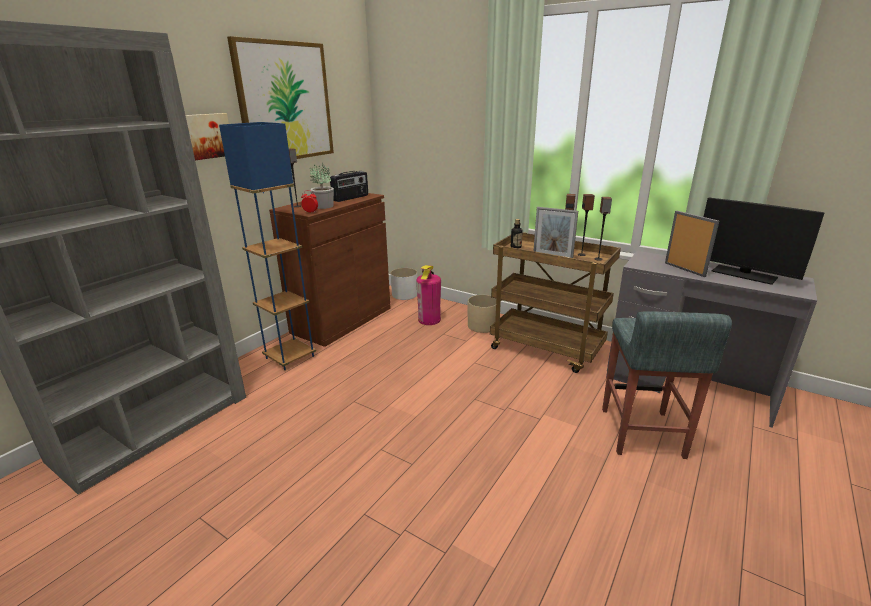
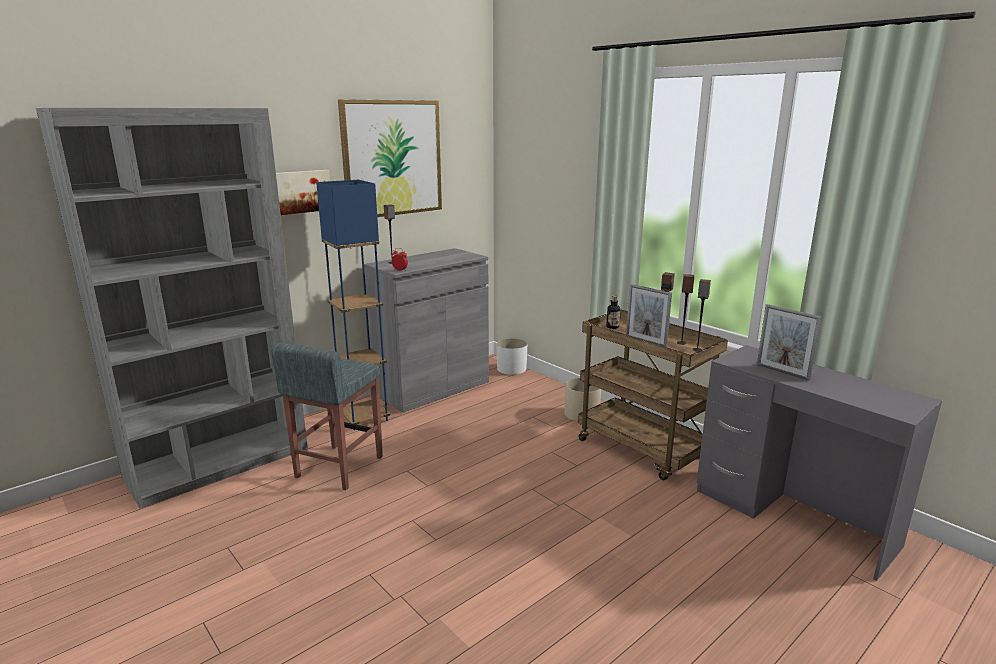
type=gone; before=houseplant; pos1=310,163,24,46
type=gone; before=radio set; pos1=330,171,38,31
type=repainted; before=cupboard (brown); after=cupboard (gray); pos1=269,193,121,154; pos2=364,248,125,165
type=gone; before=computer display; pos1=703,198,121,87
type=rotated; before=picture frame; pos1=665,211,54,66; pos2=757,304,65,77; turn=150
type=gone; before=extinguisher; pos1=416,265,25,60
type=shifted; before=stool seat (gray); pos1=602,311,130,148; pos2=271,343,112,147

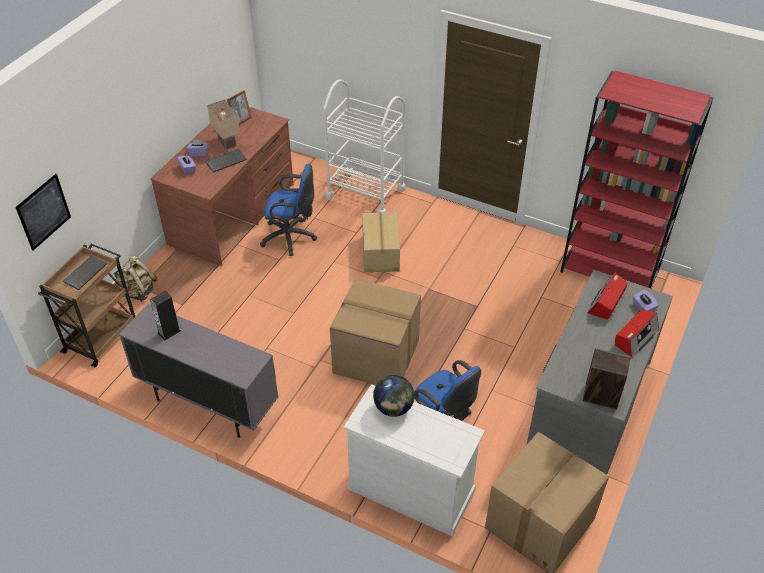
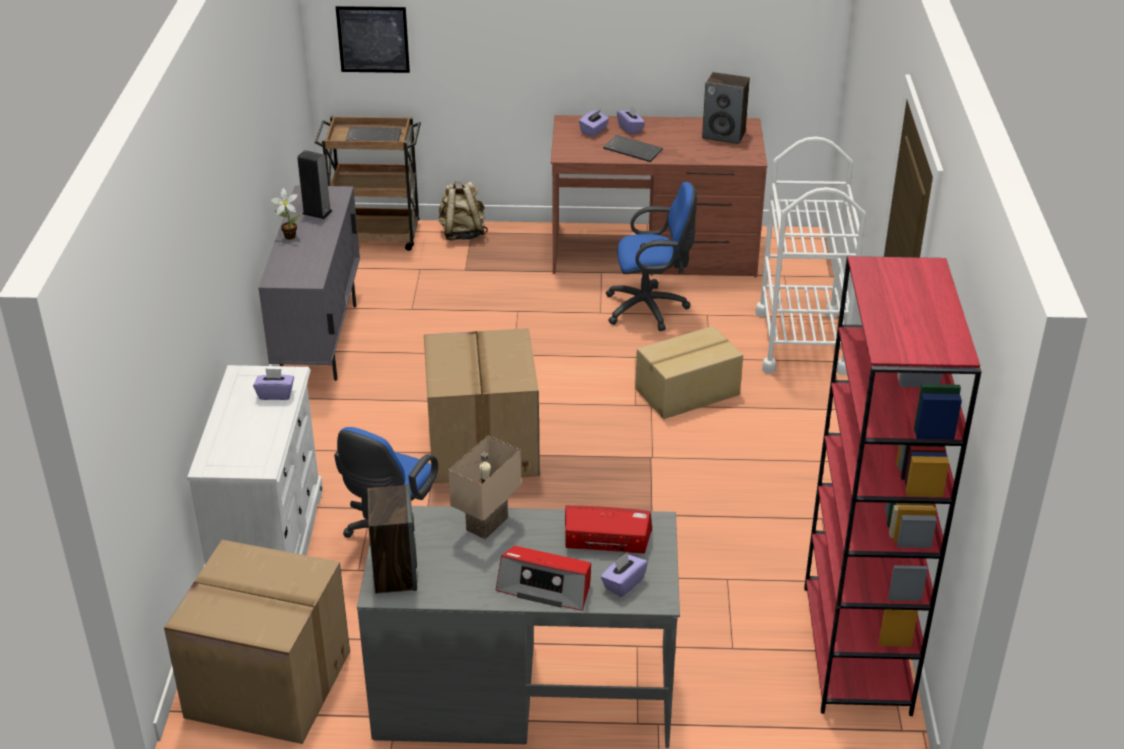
type=swapped; before=picture frame; after=audio speaker; pos1=226,90,26,35; pos2=702,72,48,72
type=shifted; before=lamp for a table (sand-coloured); pos1=207,99,33,50; pos2=448,436,73,104
type=rotated; before=desk chair (blue); pos1=260,164,57,92; pos2=606,182,91,149; turn=-75
type=swapped; before=desk globe; after=tissue box (purple-coloured); pos1=373,375,42,42; pos2=253,368,41,32
type=new; after=houseplant; pos2=271,188,29,52

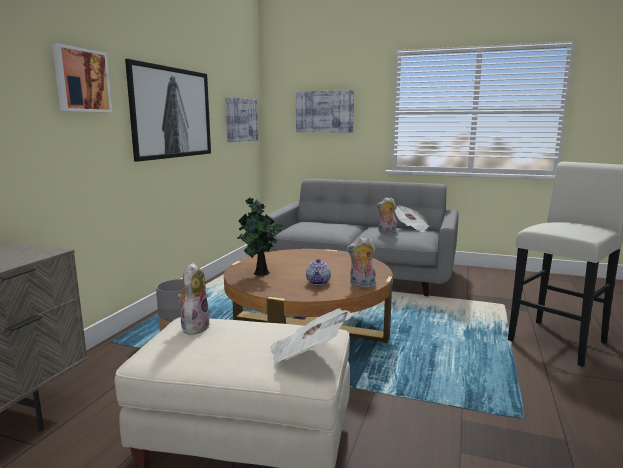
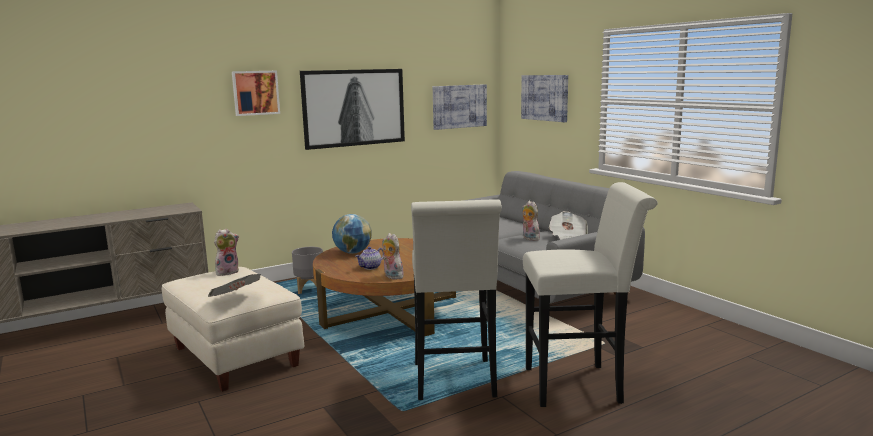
type=swapped; before=houseplant; after=desk globe; pos1=237,198,46,78; pos2=332,214,40,40
type=new; after=stool seat (white); pos2=411,199,91,201

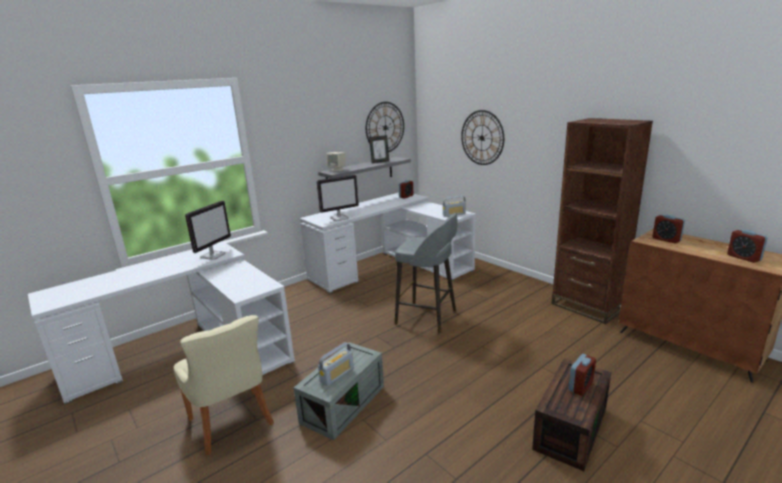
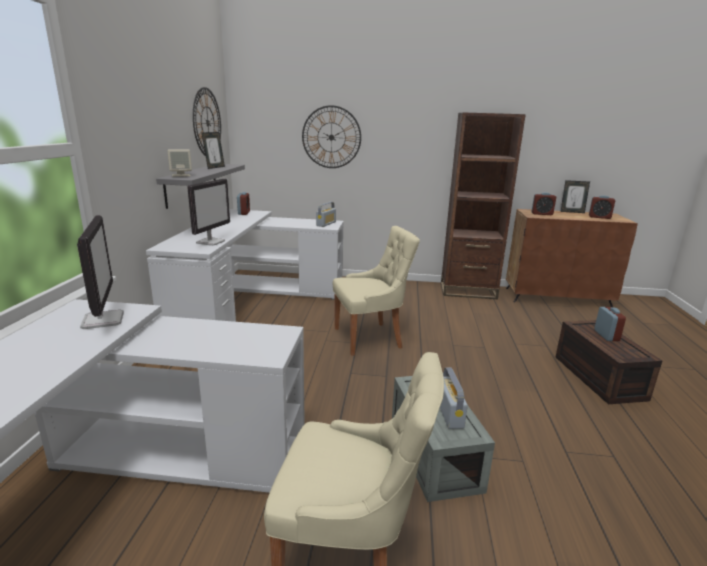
type=swapped; before=stool seat (gray); after=plain chair (sand-coloured); pos1=395,213,63,121; pos2=333,226,87,130
type=new; after=picture frame; pos2=561,180,29,33

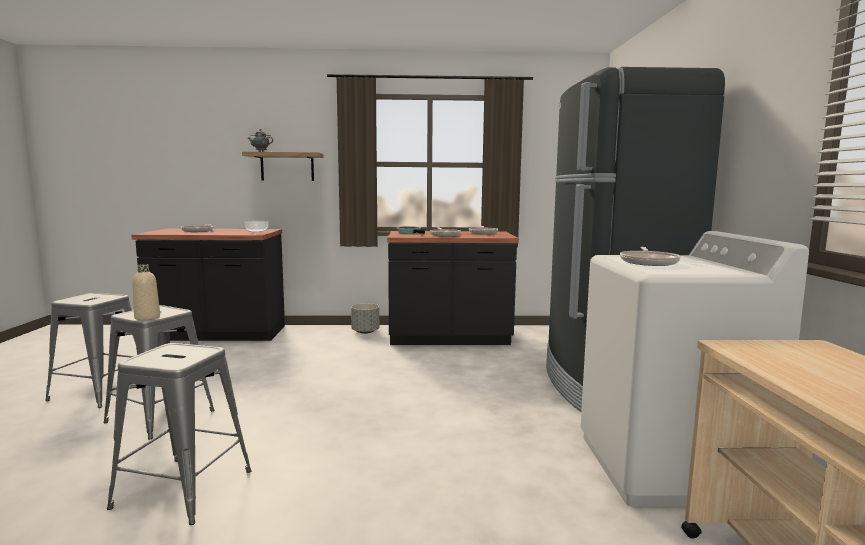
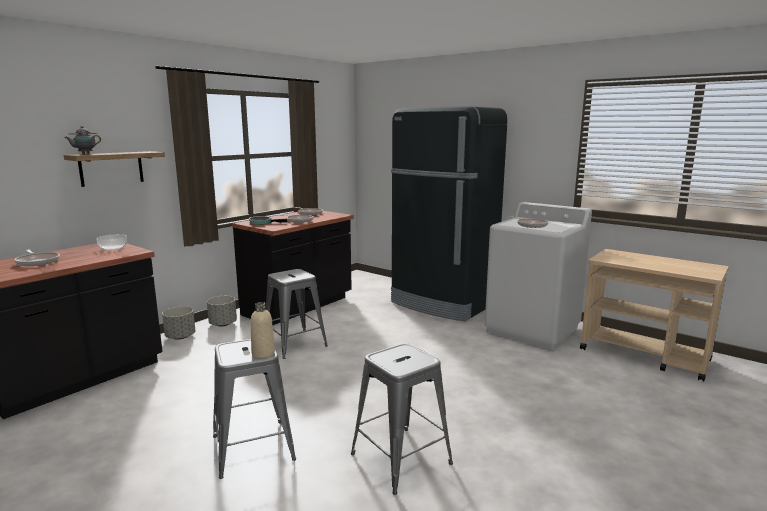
type=shifted; before=stool seat (gray); pos1=45,293,91,115; pos2=266,269,62,90
type=new; after=planter (gray); pos2=162,306,33,34

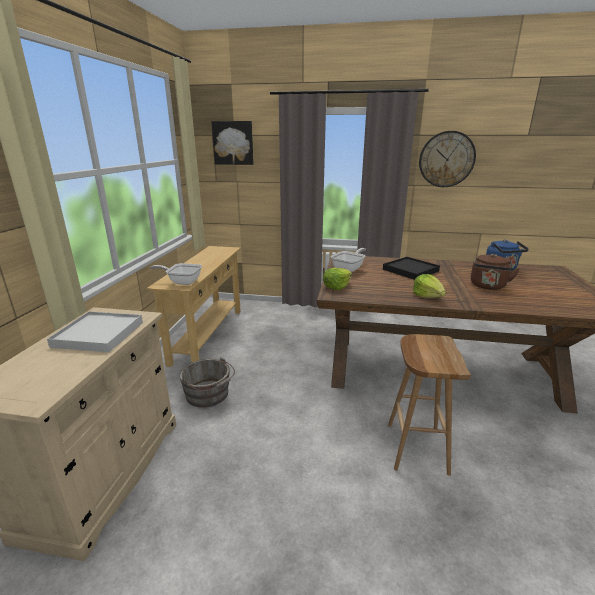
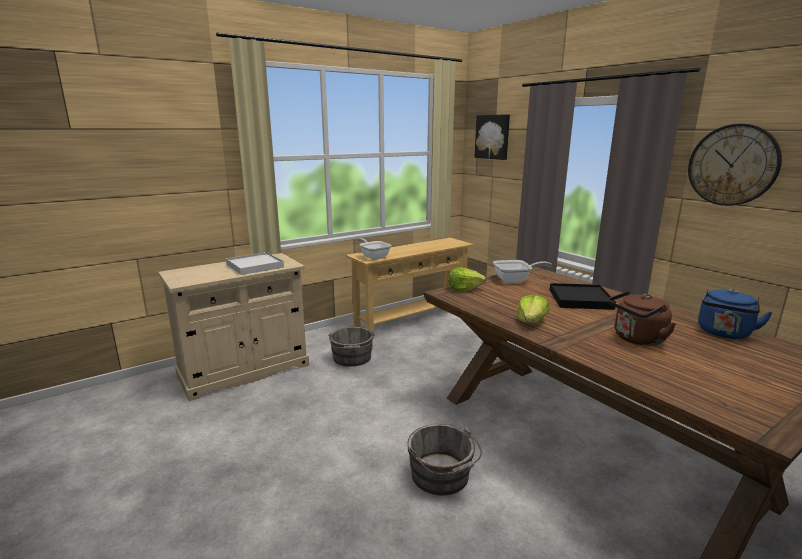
type=swapped; before=stool seat (brown); after=pail (gray); pos1=388,334,83,142; pos2=407,424,75,72

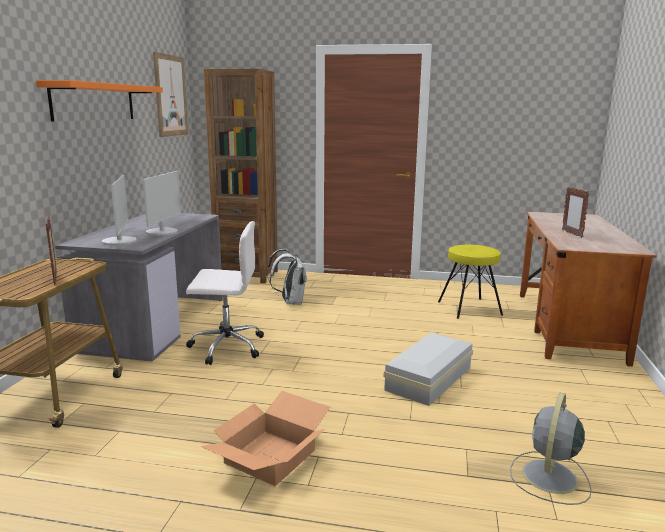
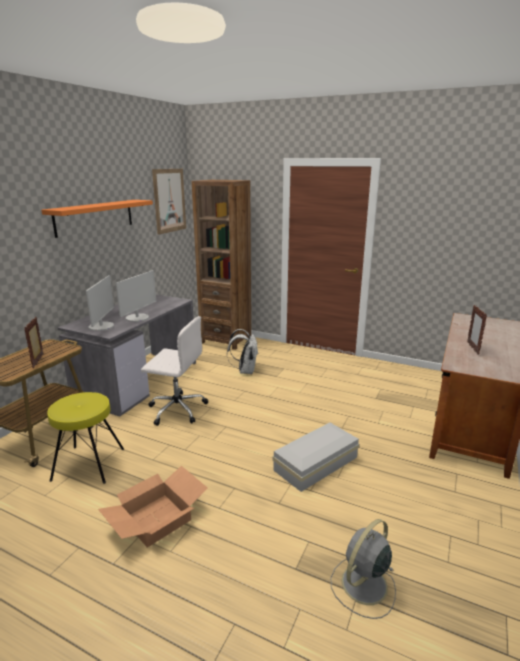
type=shifted; before=stool seat (yellowish); pos1=438,245,65,74; pos2=47,392,77,92

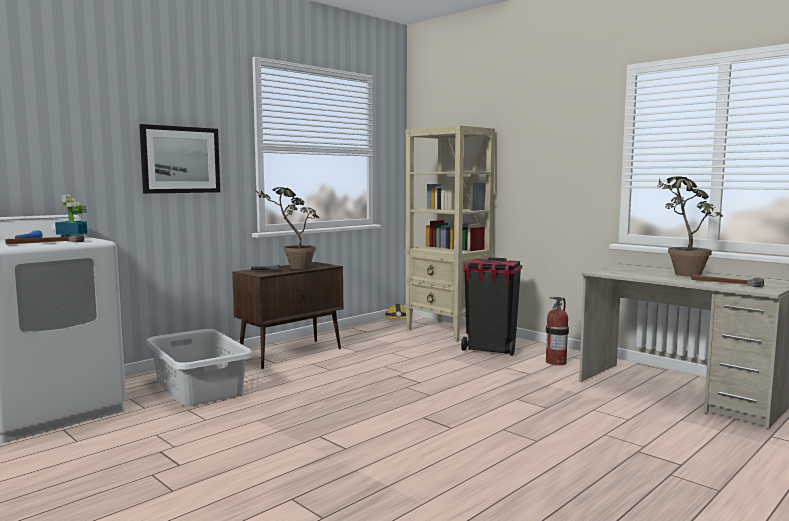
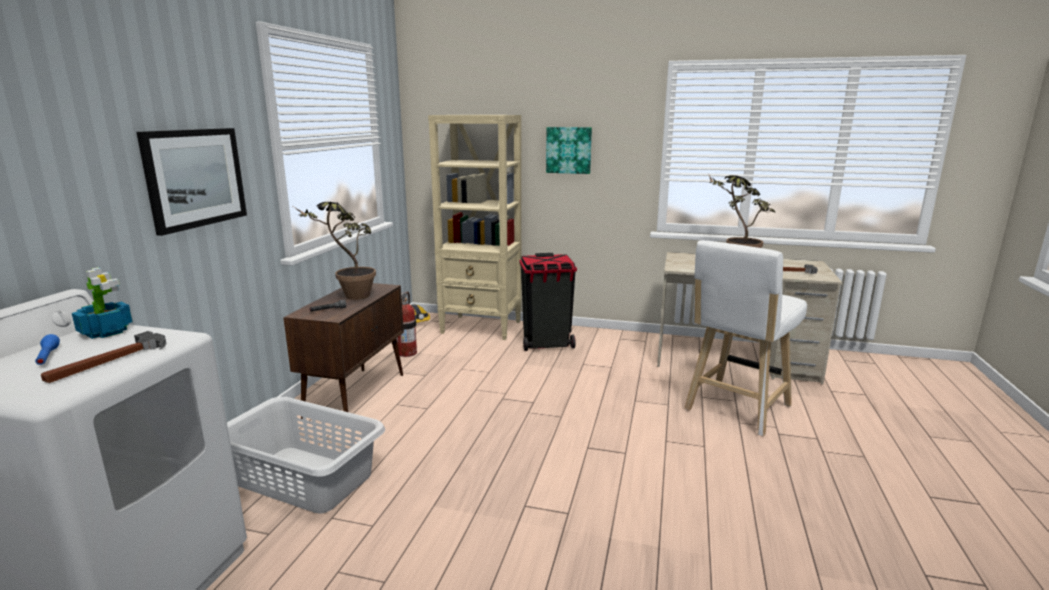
type=shifted; before=extinguisher; pos1=546,297,23,68; pos2=397,291,20,66
type=new; after=wall picture; pos2=546,127,46,47
type=new; after=stool seat (white); pos2=684,240,123,196

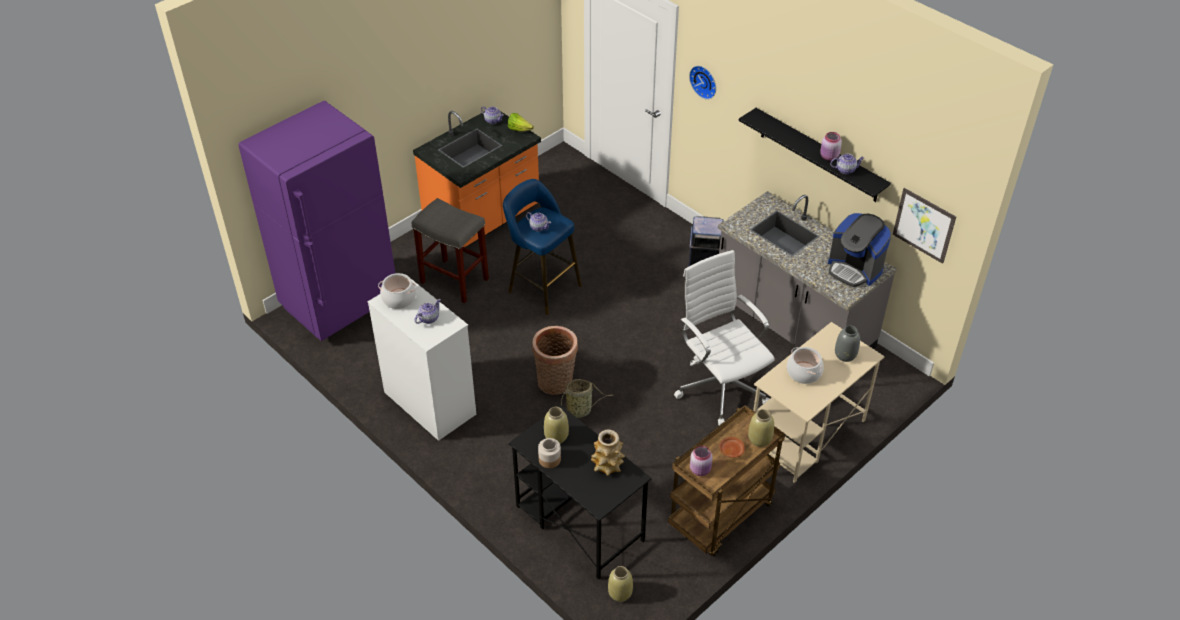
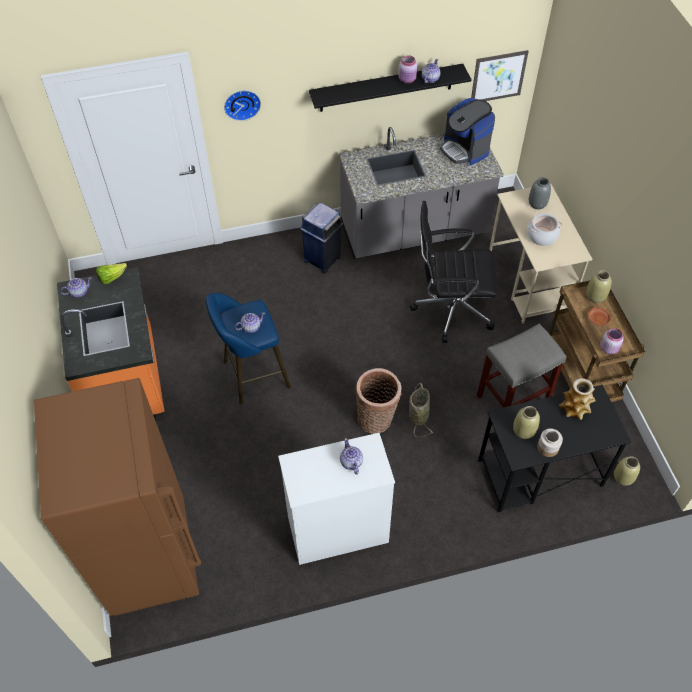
type=repainted; before=kitchen fridge (purple-coloured); after=kitchen fridge (brown); pos1=238,101,157,240; pos2=34,378,167,238
type=shifted; before=stool seat (gray); pos1=412,198,77,105; pos2=477,323,89,84
type=rotated; before=coffee brewer; pos1=828,213,63,74; pos2=440,98,55,67; turn=75
type=repainted; before=desk chair (white); after=desk chair (black-coloured); pos1=674,250,101,175; pos2=410,201,87,142
type=gone; before=saucepot; pos1=378,273,39,36

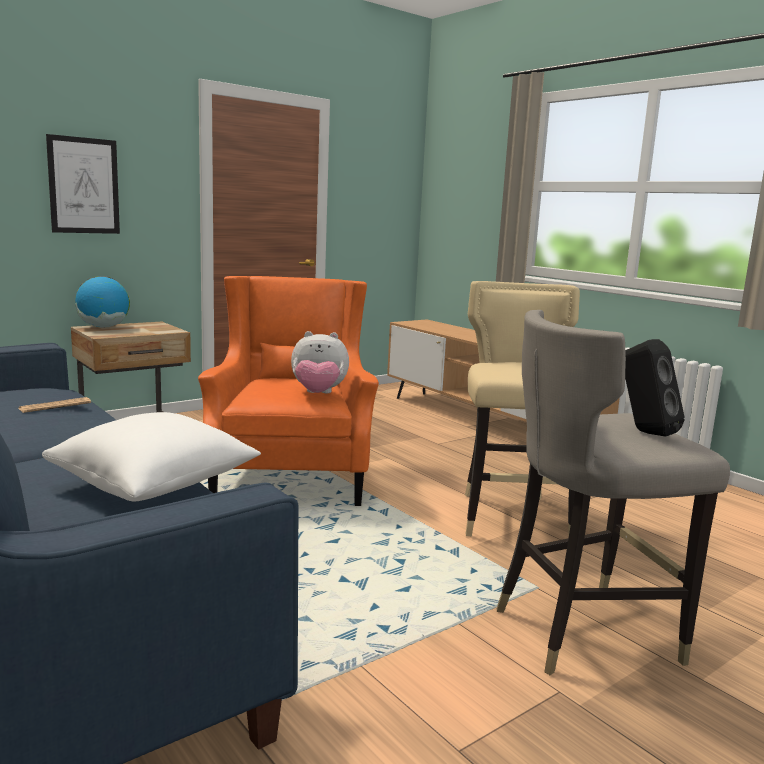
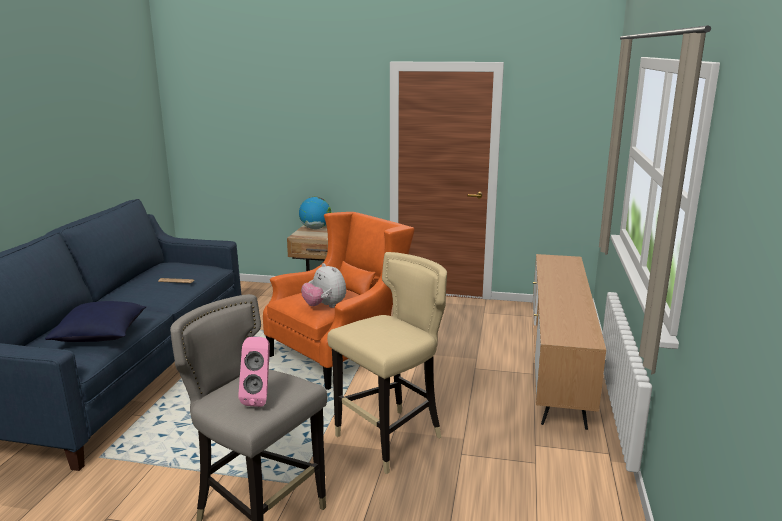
type=gone; before=wall picture; pos1=46,134,74,100
type=repainted; before=audio speaker (black-coloured); after=audio speaker (pink-coloured); pos1=625,339,60,98; pos2=238,337,32,70
type=repainted; before=pillow (white); after=pillow (blue); pos1=42,412,219,89; pos2=45,301,101,41

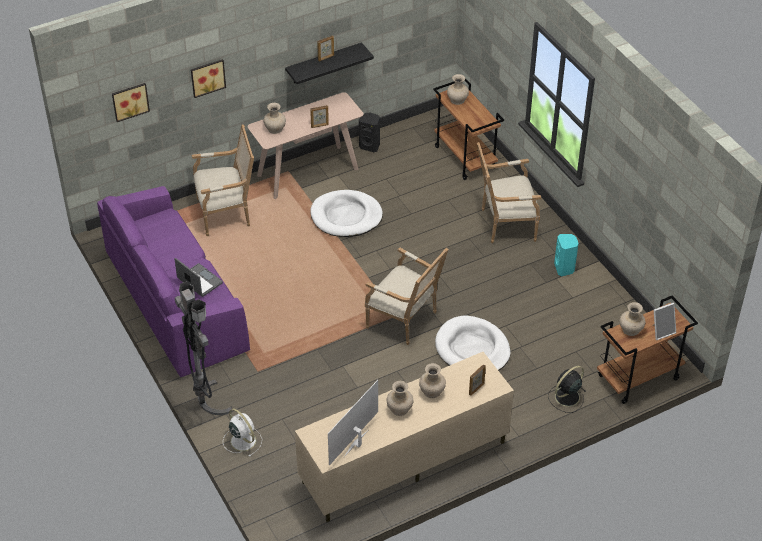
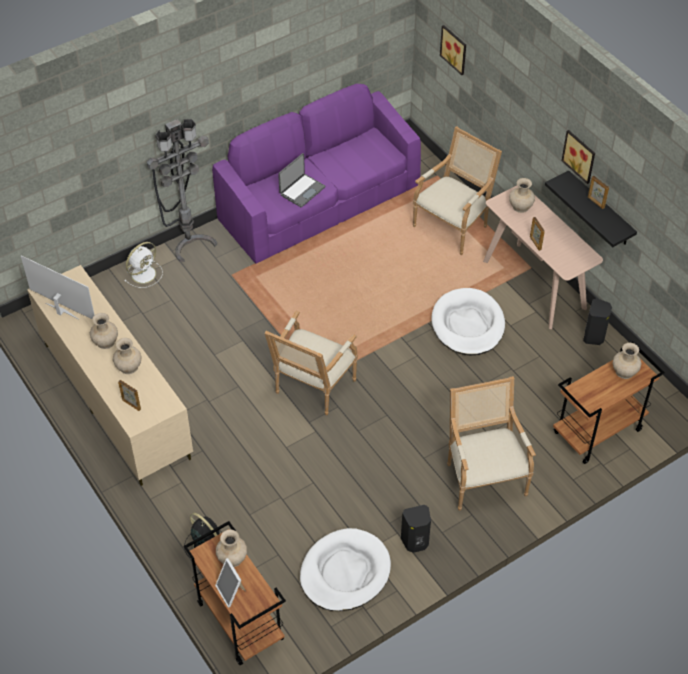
type=shifted; before=wall picture; pos1=191,59,35,39; pos2=562,130,33,54
type=rotated; before=armchair; pos1=192,125,62,111; pos2=413,126,89,129; turn=-120
type=repainted; before=audio speaker (turquoise); after=audio speaker (black-coloured); pos1=554,234,25,42; pos2=401,505,30,48
type=shifted; before=pet bed (white); pos1=435,316,76,55; pos2=300,528,91,83

